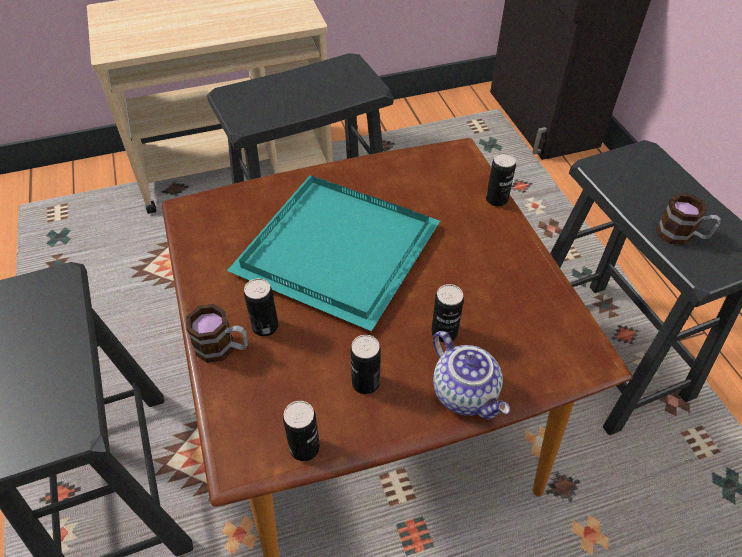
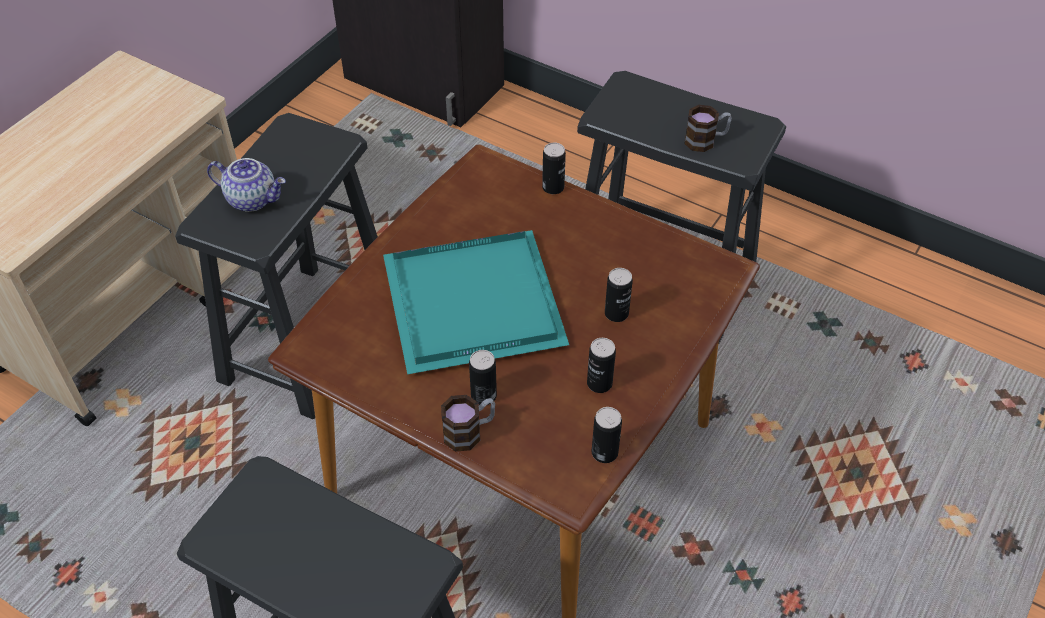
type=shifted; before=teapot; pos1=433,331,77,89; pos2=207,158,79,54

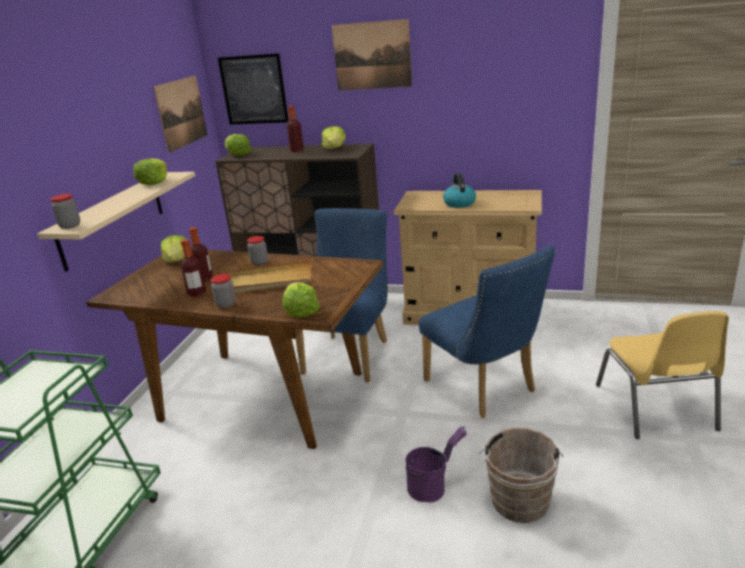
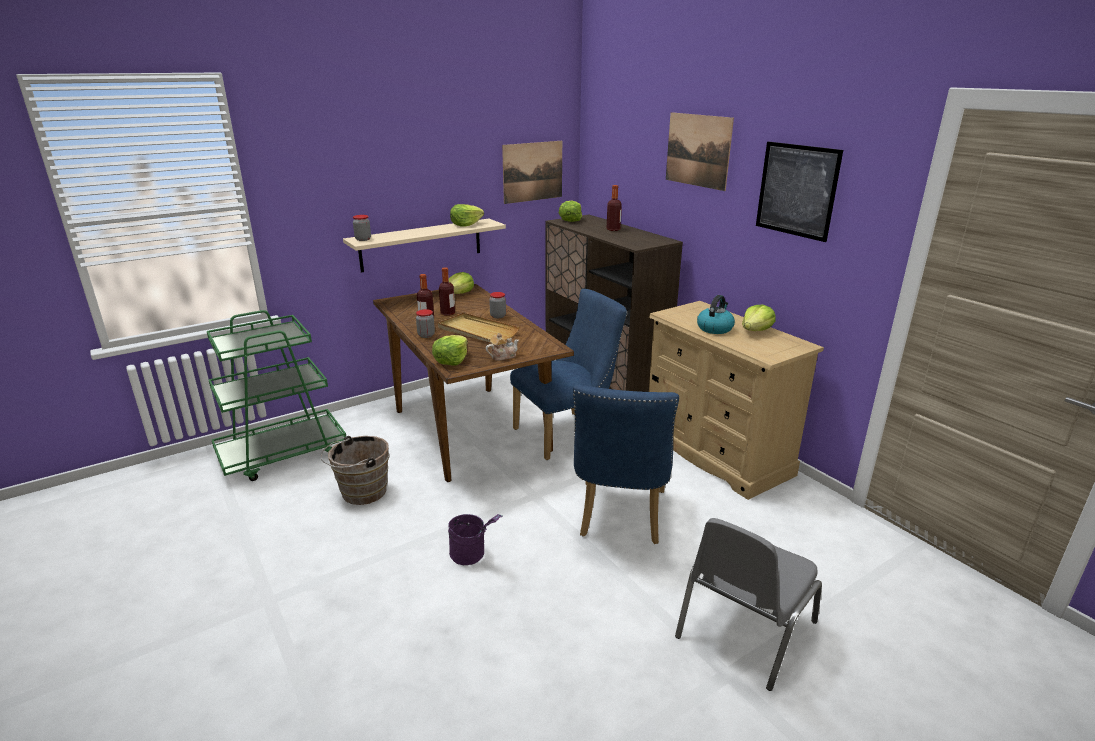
type=shifted; before=wall picture; pos1=218,53,71,72; pos2=756,141,87,101
type=shifted; before=head of lettuce; pos1=322,126,24,23; pos2=742,304,34,27
type=repainted; before=plain chair (yellowish); after=plain chair (gray); pos1=596,311,133,128; pos2=675,518,147,173
type=shifted; before=pail (brown); pos1=480,428,83,95; pos2=321,436,68,69
type=new; after=teapot; pos2=486,333,33,28

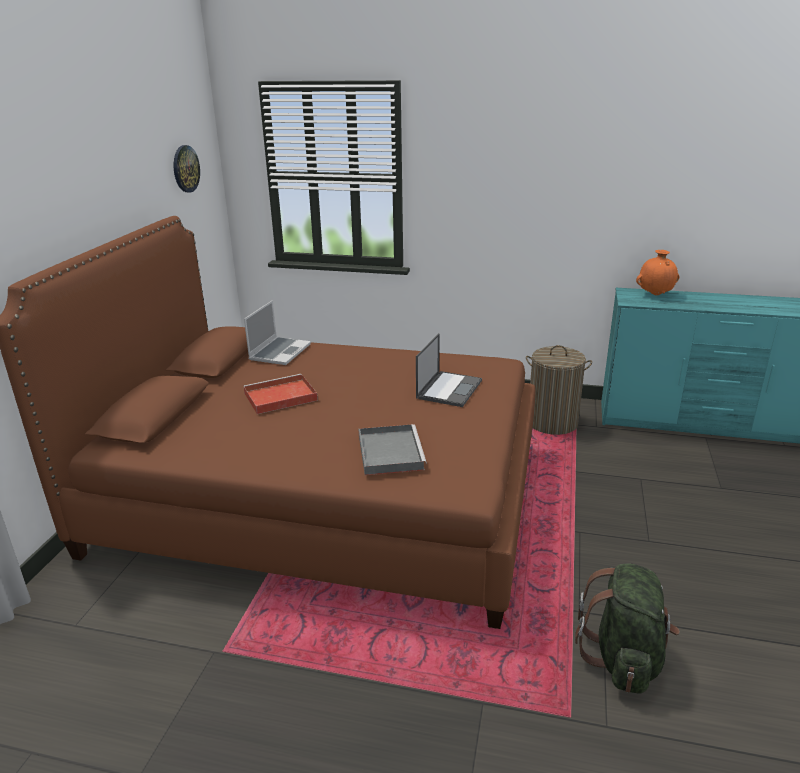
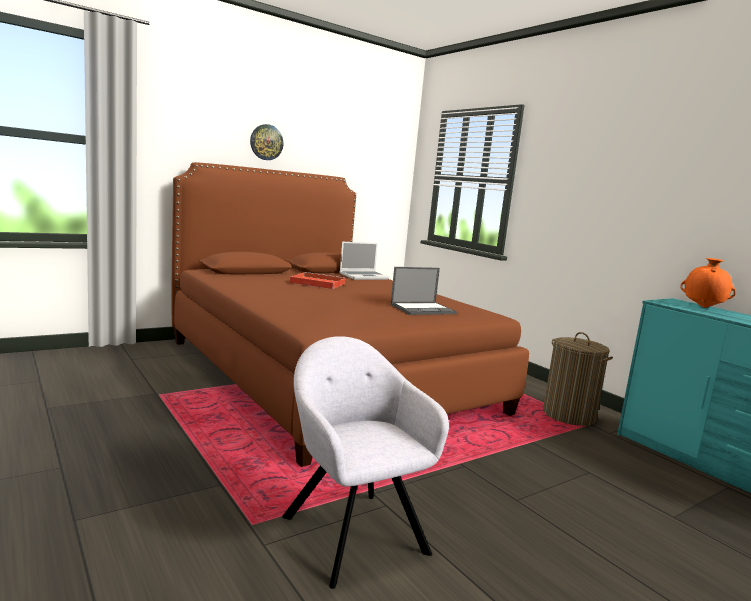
type=shifted; before=hanging clock; pos1=174,145,26,47; pos2=250,124,33,36
type=gone; before=serving tray (gray); pos1=359,424,68,51
type=swapped; before=knapsack (green); after=armchair (gray); pos1=575,563,105,131; pos2=282,336,167,253

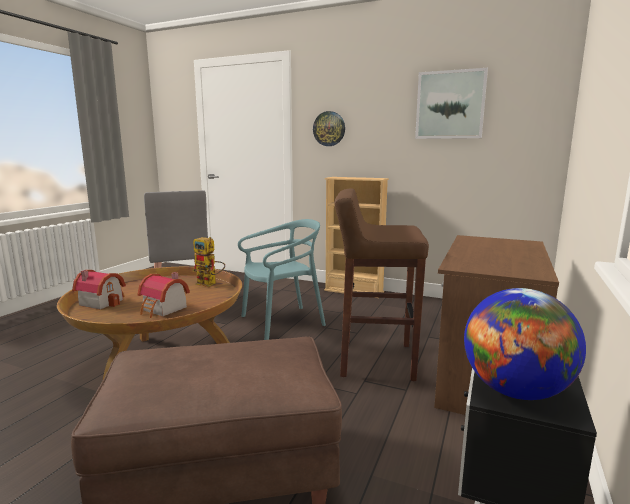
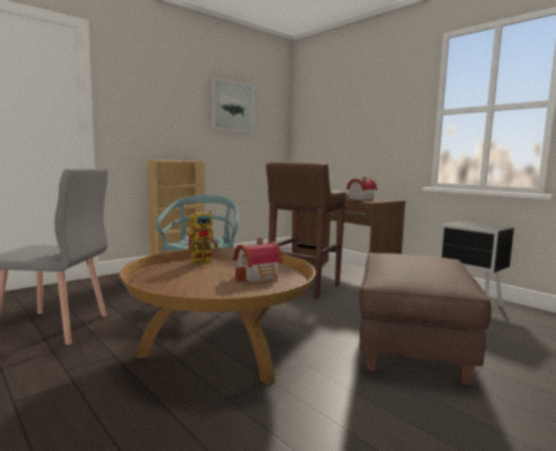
type=gone; before=hanging clock; pos1=313,111,32,35
type=shifted; before=miniature house; pos1=72,270,54,39; pos2=346,177,31,23
type=gone; before=desk globe; pos1=464,288,122,112

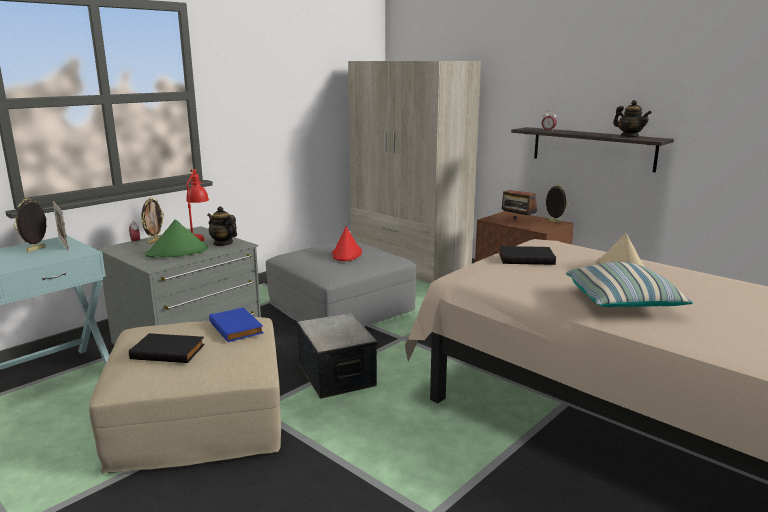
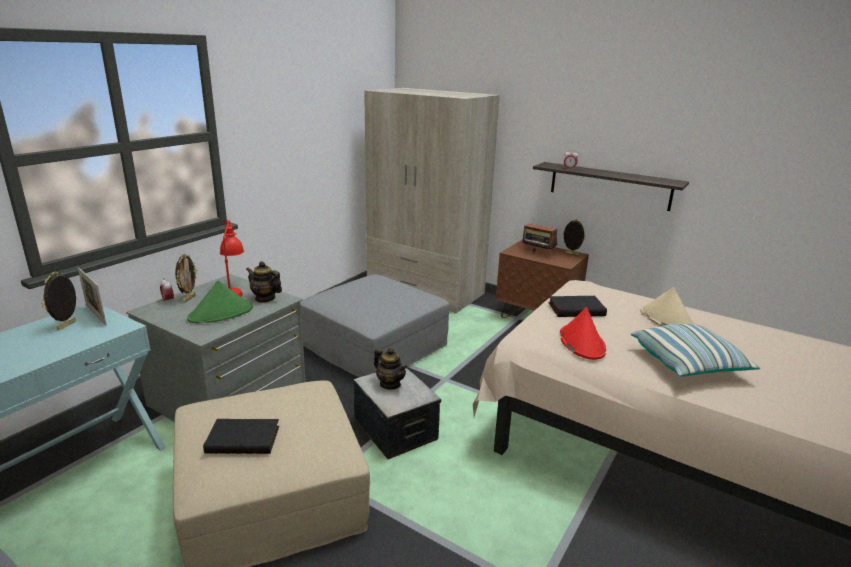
type=shifted; before=teapot; pos1=613,100,39,37; pos2=374,348,33,42
type=shifted; before=wearable hat (red); pos1=332,227,30,34; pos2=560,307,46,53
type=gone; before=bound book (blue); pos1=209,307,55,35

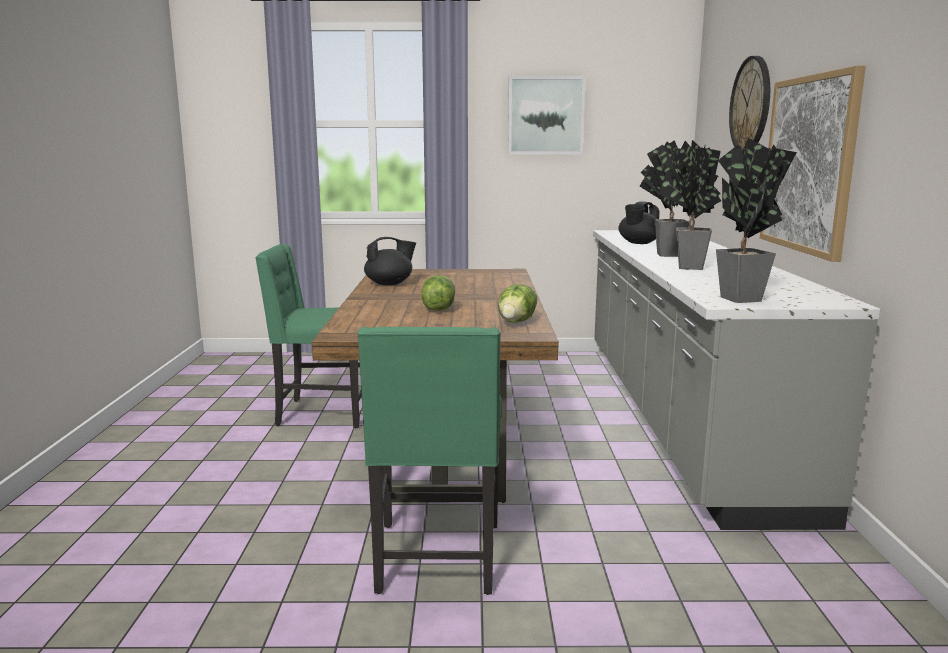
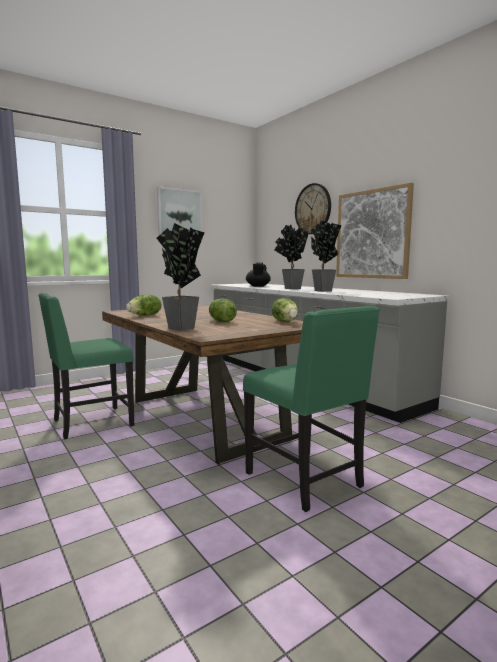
type=shifted; before=houseplant; pos1=716,138,81,165; pos2=157,223,48,108
type=swapped; before=teapot (black-coloured); after=head of lettuce; pos1=364,237,52,48; pos2=126,294,35,22

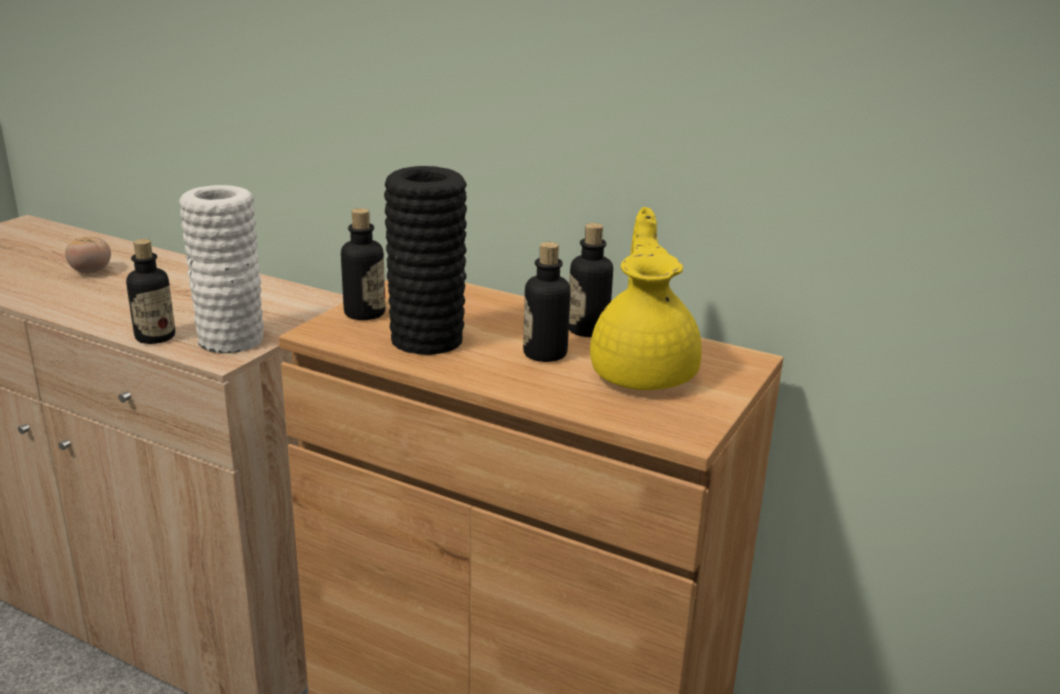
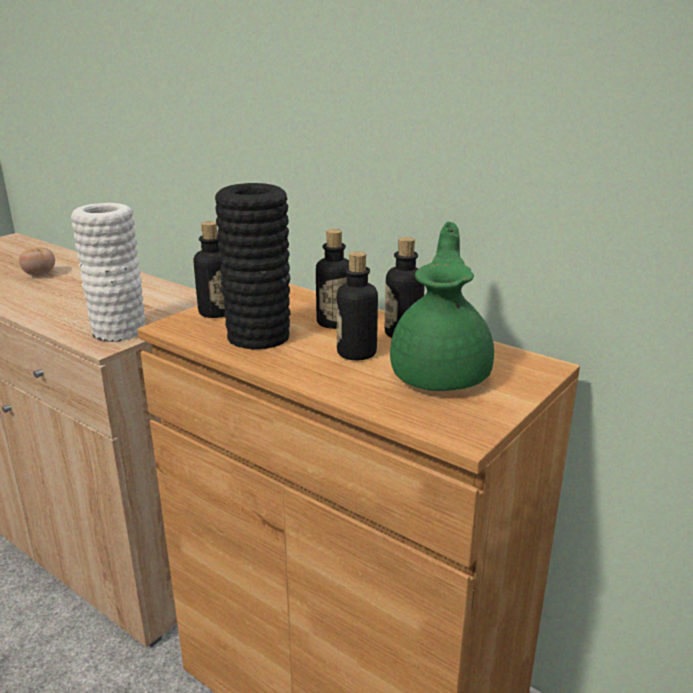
type=repainted; before=teapot (yellowish); after=teapot (green); pos1=590,207,112,183; pos2=390,222,104,169
type=shifted; before=beverage bottle; pos1=126,239,49,105; pos2=316,229,33,100

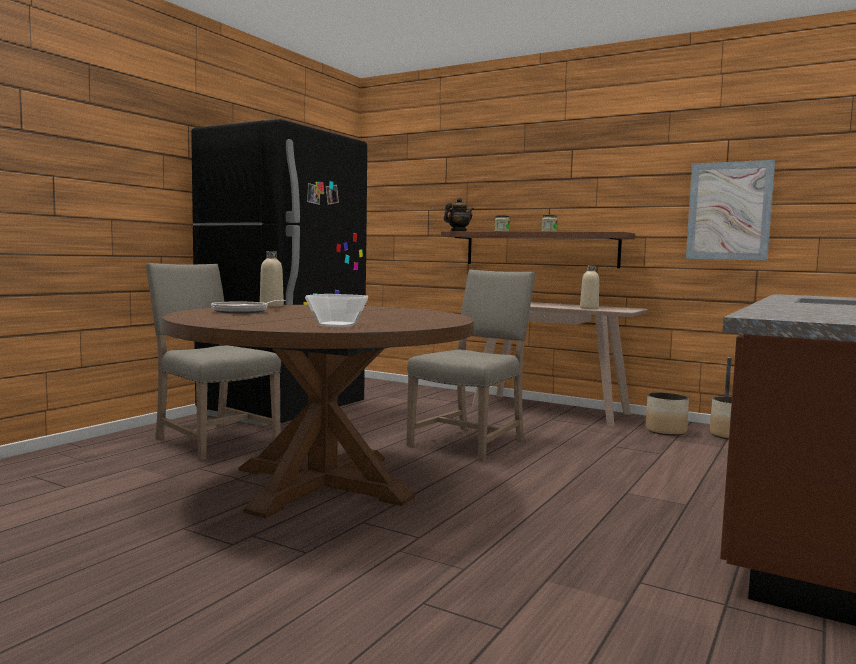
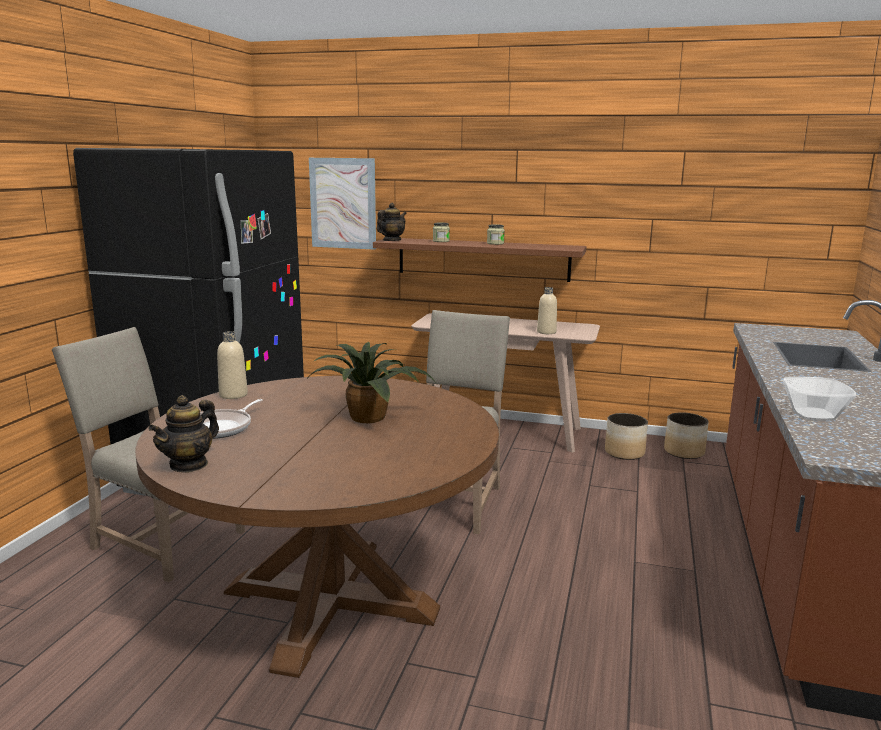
type=shifted; before=wall picture; pos1=686,160,89,100; pos2=309,158,67,92
type=shifted; before=bowl; pos1=305,294,63,33; pos2=783,377,73,44
type=new; after=houseplant; pos2=306,342,130,81
type=new; after=teapot; pos2=148,395,71,78

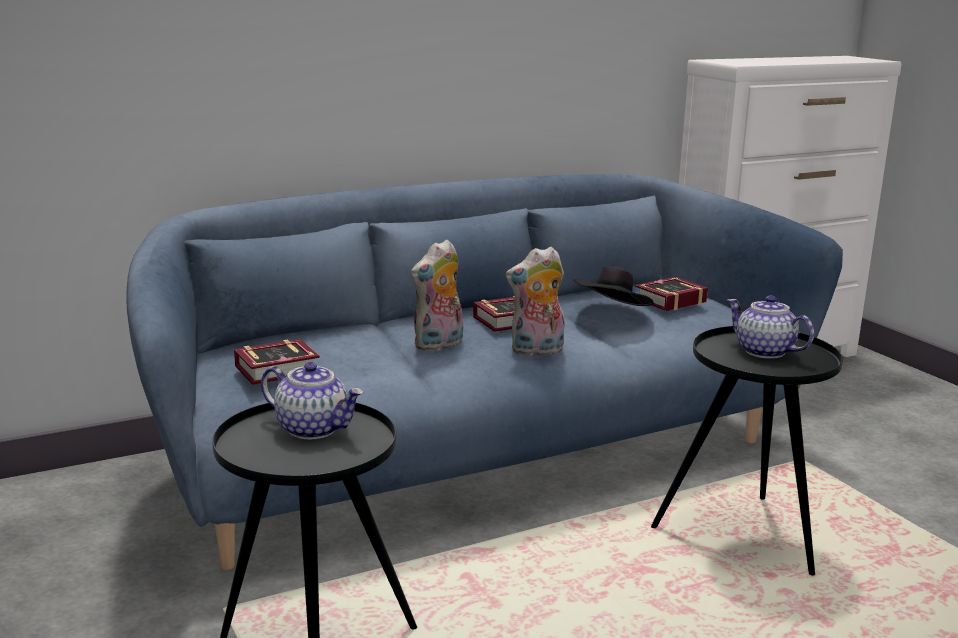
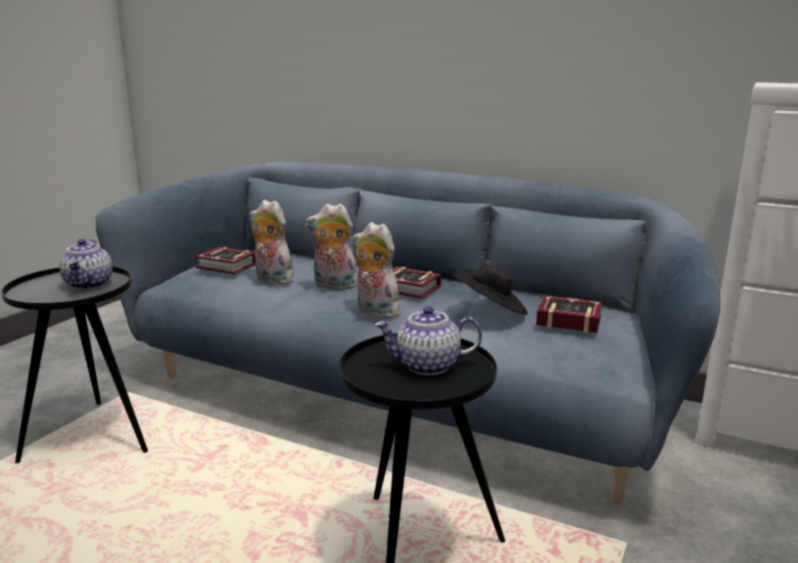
type=rotated; before=teapot; pos1=727,296,87,63; pos2=375,306,107,69; turn=-105
type=new; after=plush toy; pos2=249,200,50,85

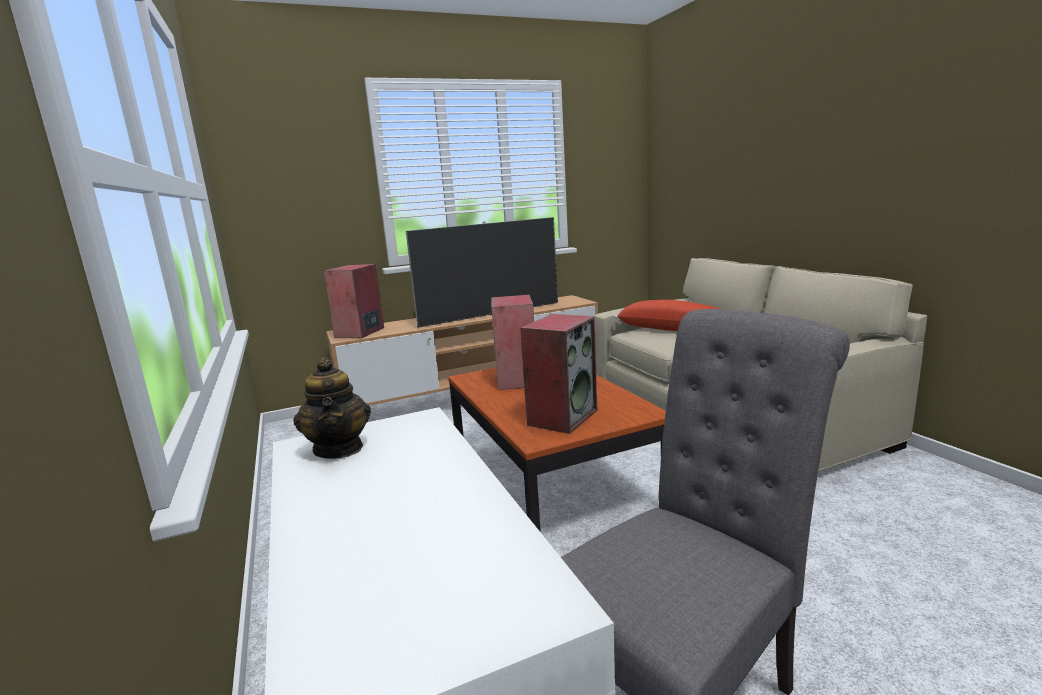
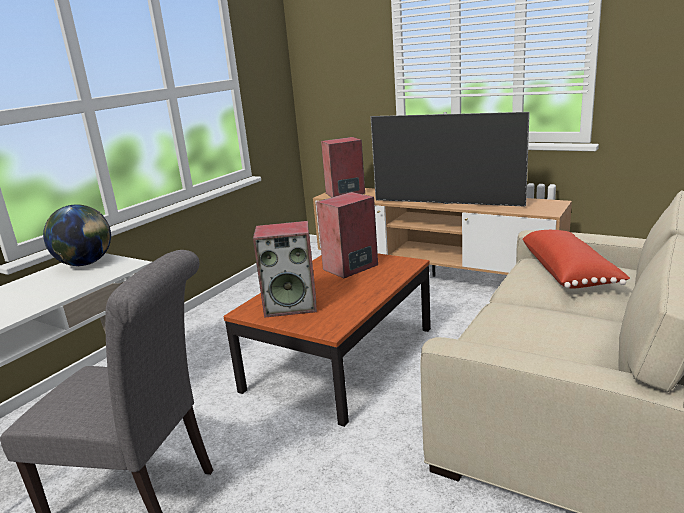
type=swapped; before=teapot; after=desk globe; pos1=293,357,78,102; pos2=43,204,68,62

